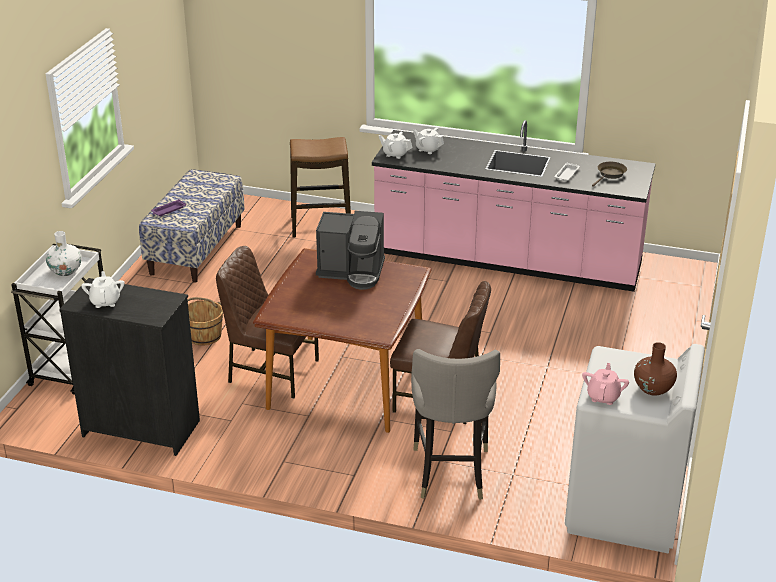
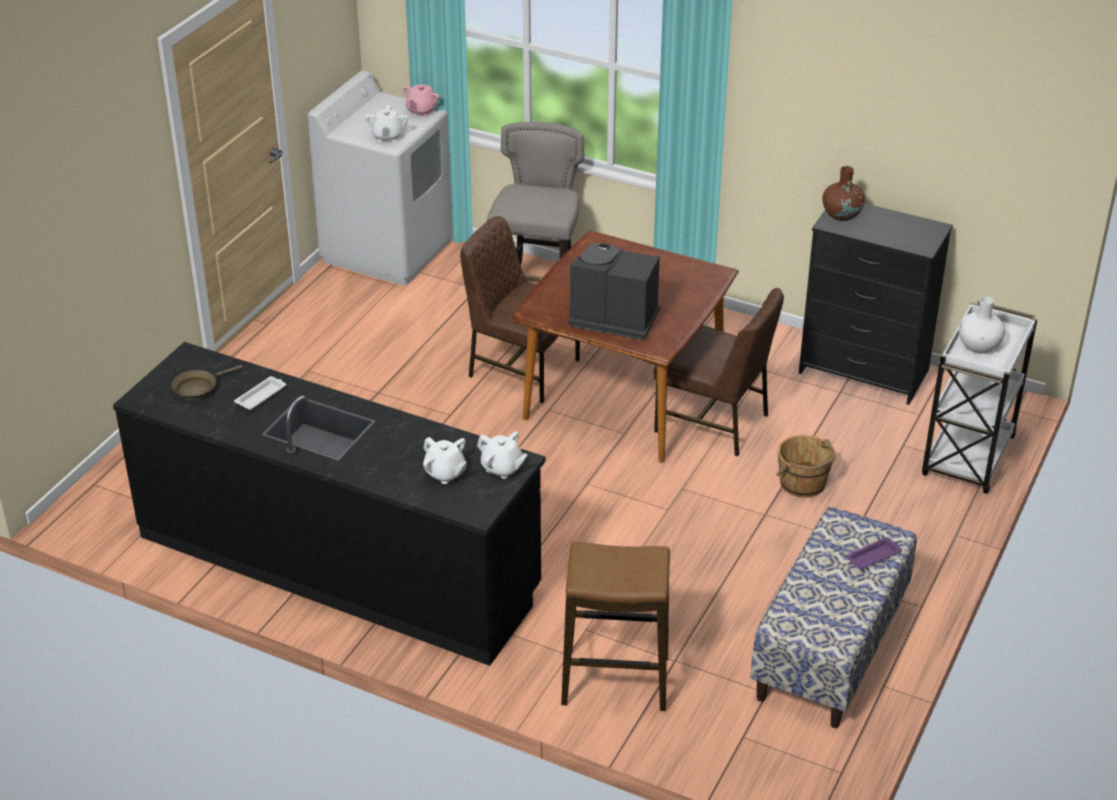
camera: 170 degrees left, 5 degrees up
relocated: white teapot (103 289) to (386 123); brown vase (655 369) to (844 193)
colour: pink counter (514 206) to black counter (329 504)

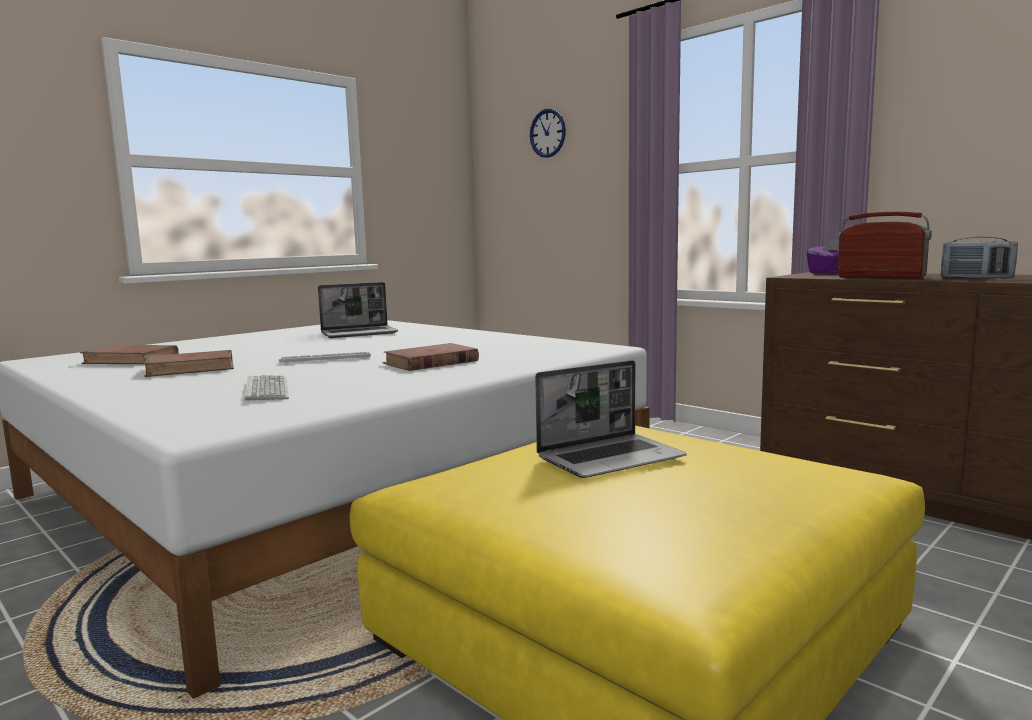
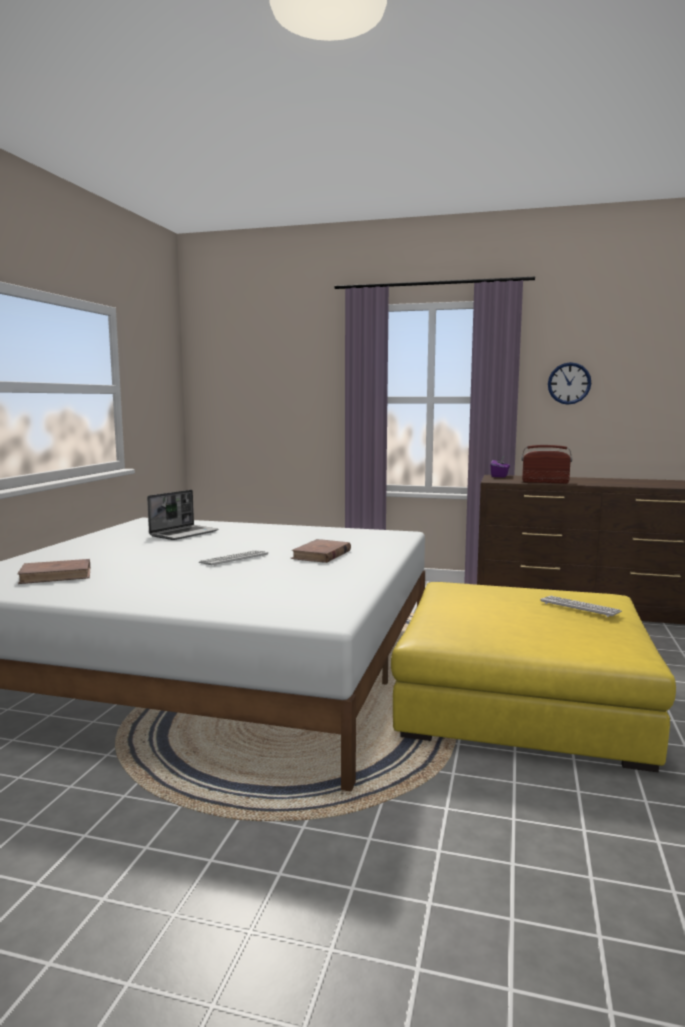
camera: 30 degrees left, 0 degrees up
missing: brown book (188 363); laptop (611 419); radio (979 258)
relocated: keyboard (267 388) to (581 606); wall clock (548 133) to (569 383)

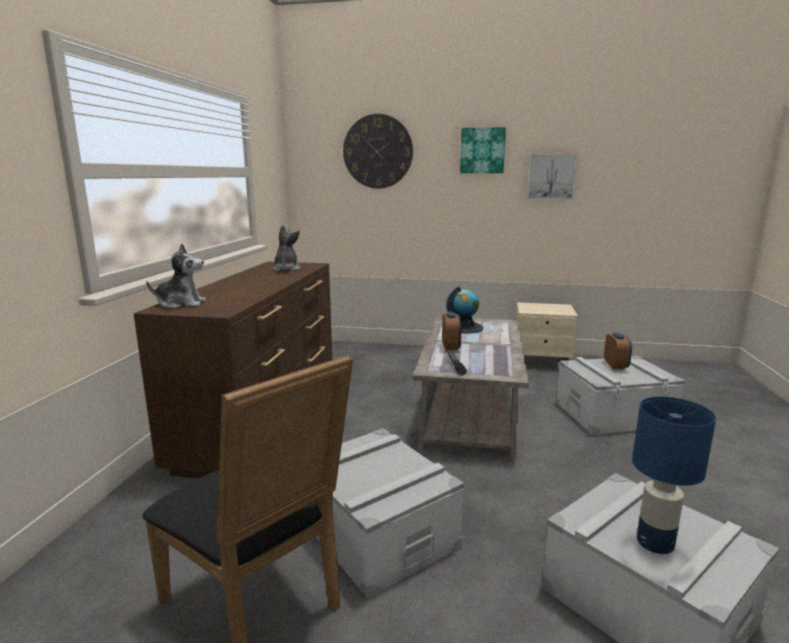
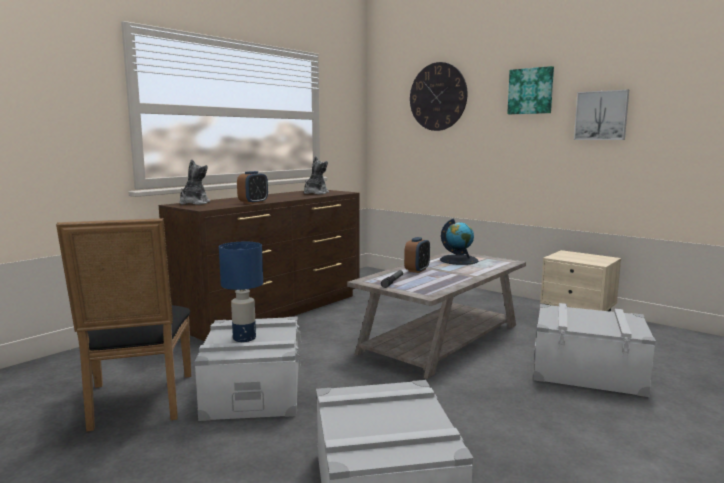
camera: 30 degrees right, 5 degrees down
relocated: alarm clock (618 350) to (252 187); blue table lamp (674 475) to (241 292)
spun: plush toy (176 276) = (195 182) 105 degrees counterclockwise

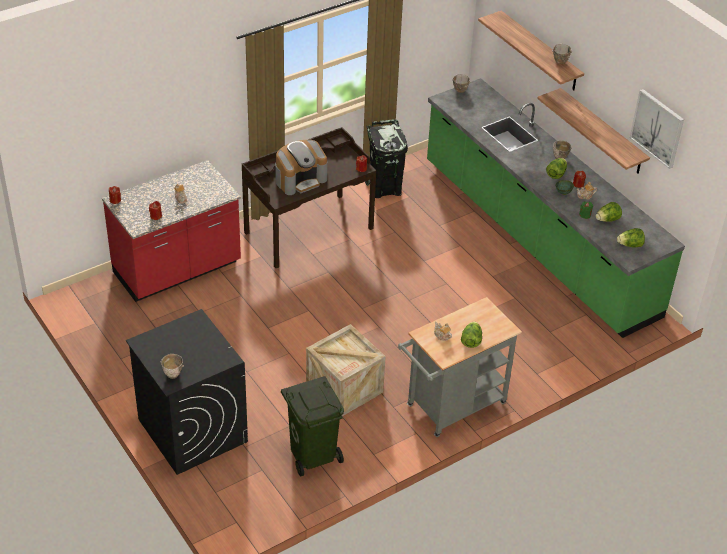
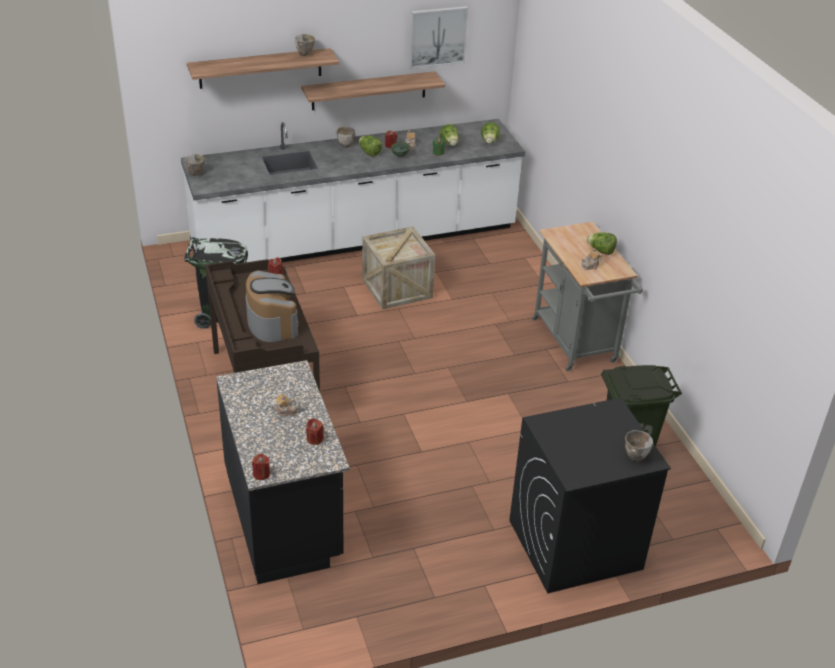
camera: 75 degrees left, 5 degrees down
relocated: crate (346 370) to (398 268)
colour: red counter (171 231) to black counter (283 472); green counter (556 208) to white counter (353 190)

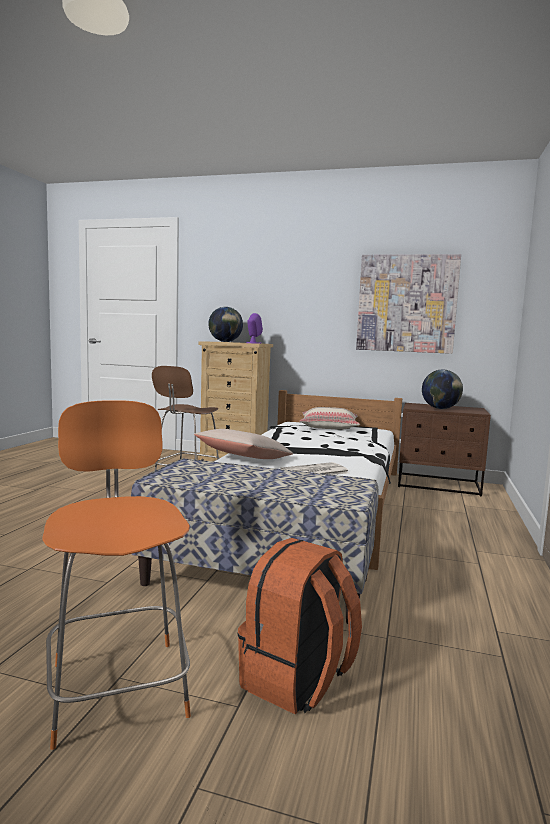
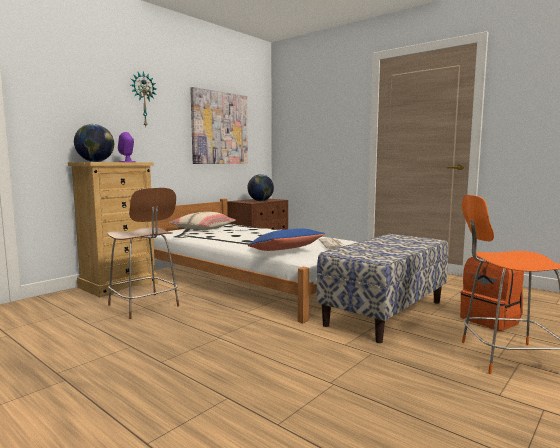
camera: 65 degrees left, 0 degrees up
appeared: wall clock (143 98)
colour: beige pillow (243 444) to blue pillow (286 239)

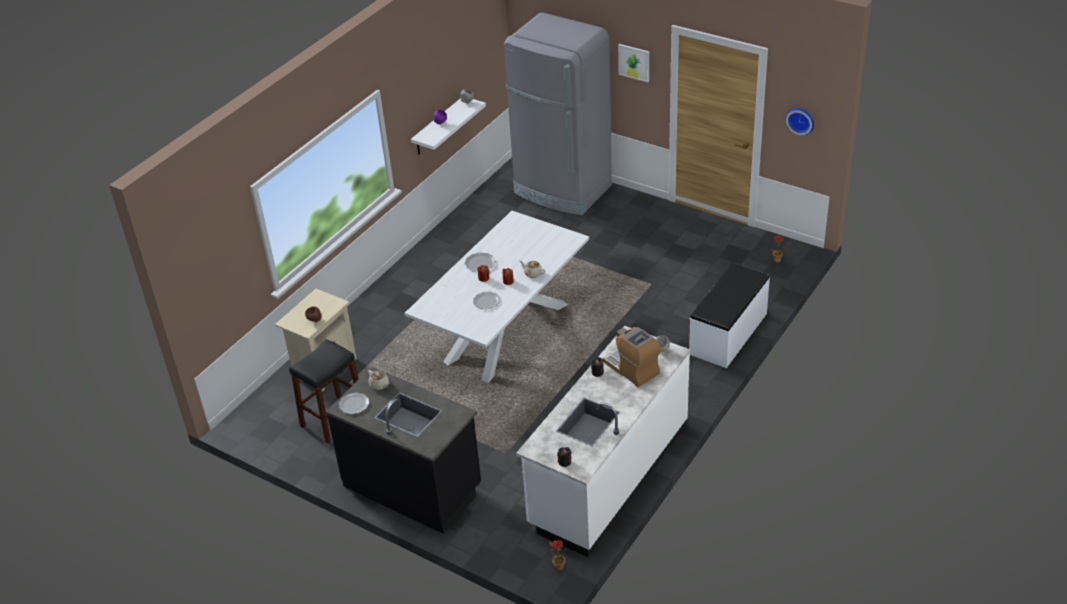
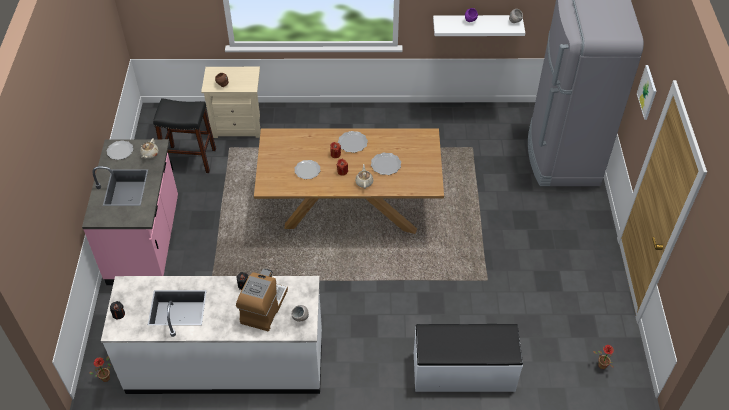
camera: 55 degrees right, 10 degrees up
missing: wall clock (800 121)
appeared: plate (386 163)
colour: black counter (403 450) to pink counter (130 212); white dining table (497 297) to brown dining table (349 181)

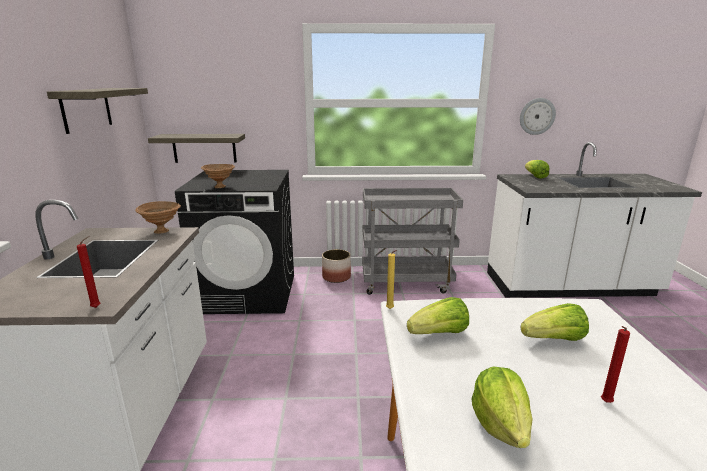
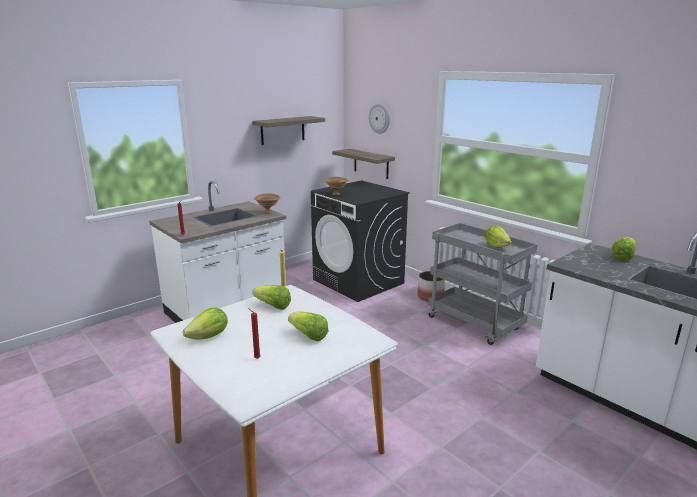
camera: 50 degrees right, 0 degrees up
appeared: lettuce (498 237)
relocated: wall clock (538 116) to (379 119)

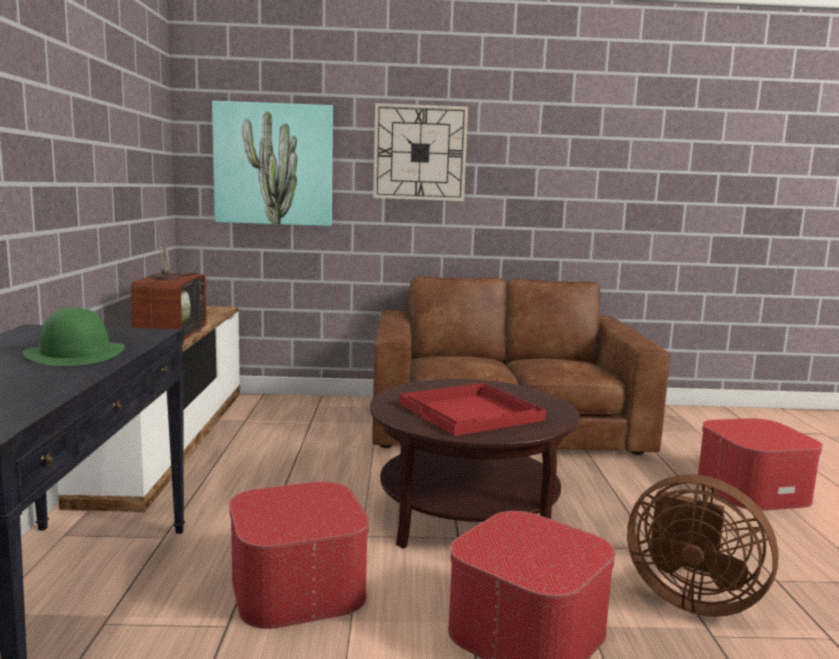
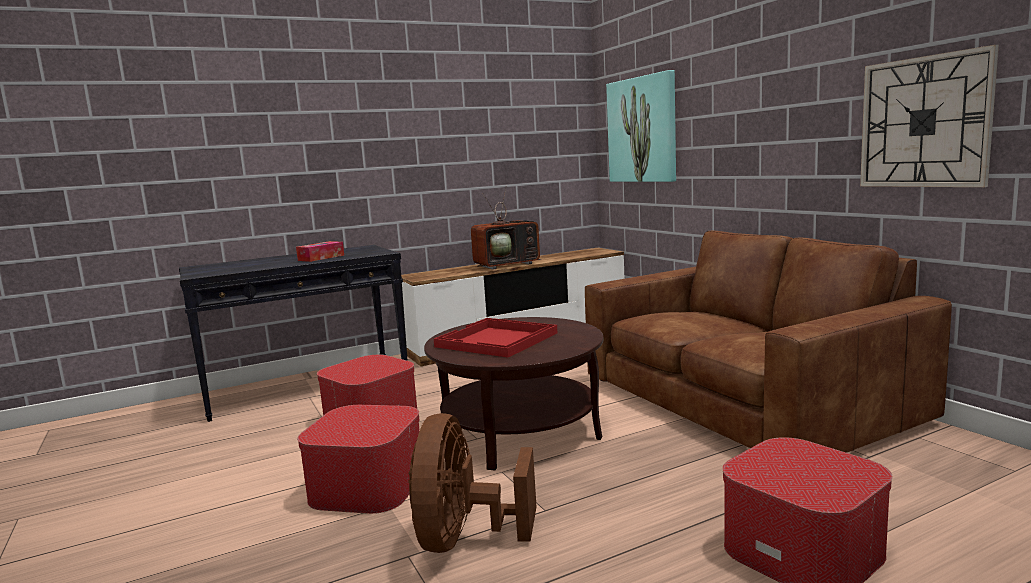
camera: 65 degrees right, 0 degrees up
relocated: wall clock (420 152) to (929 116)
exchanged: green hat (74 337) to tissue box (320 251)

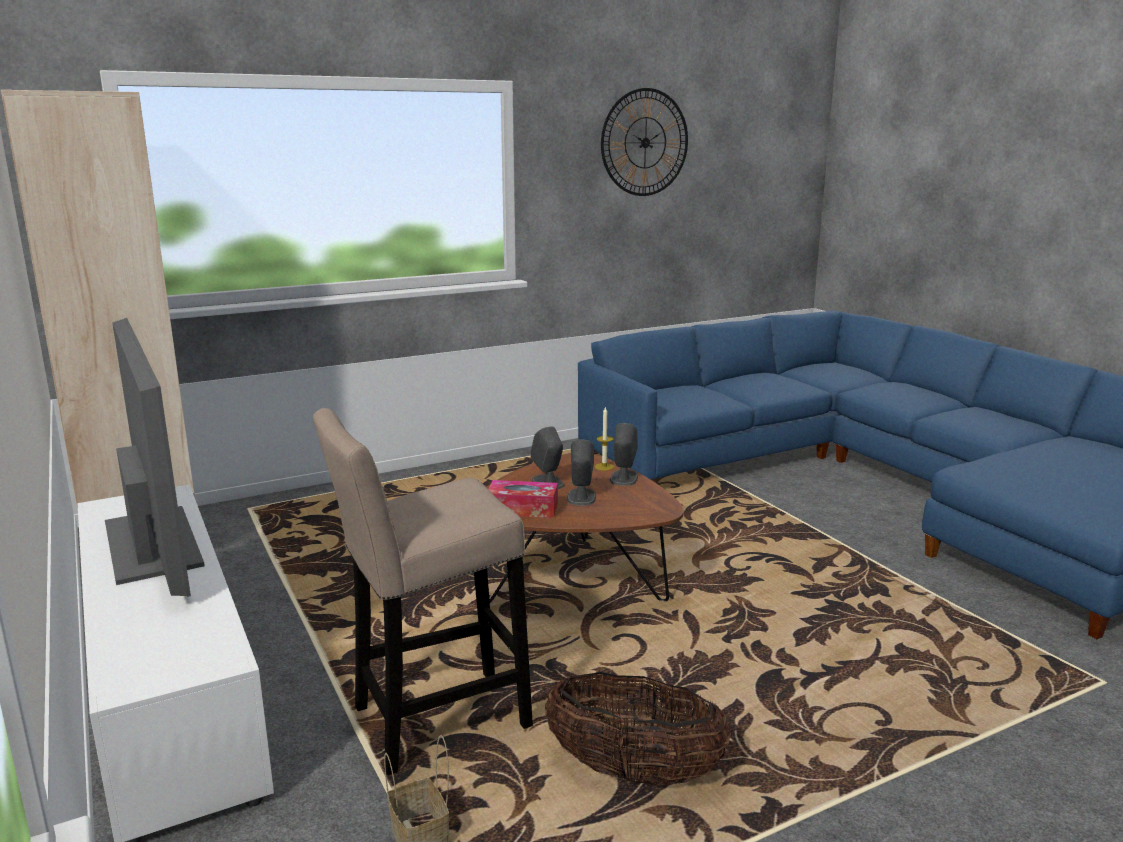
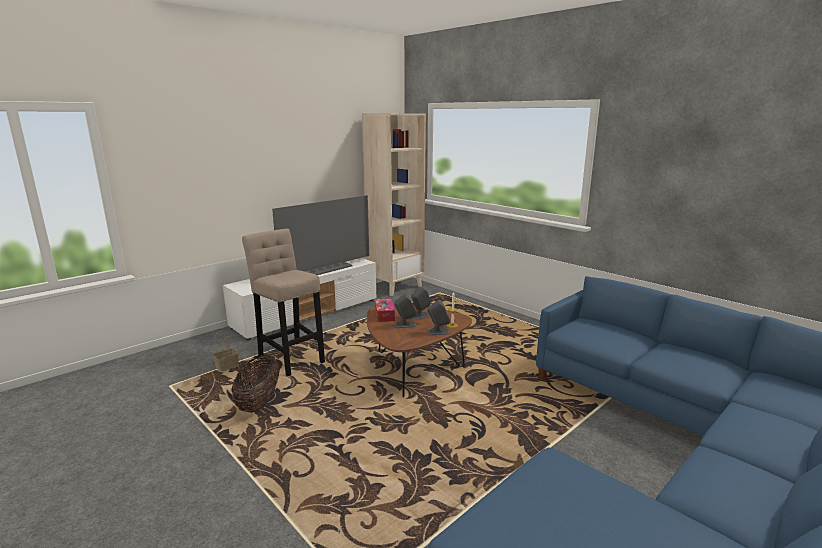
camera: 75 degrees right, 0 degrees up
missing: wall clock (644 142)

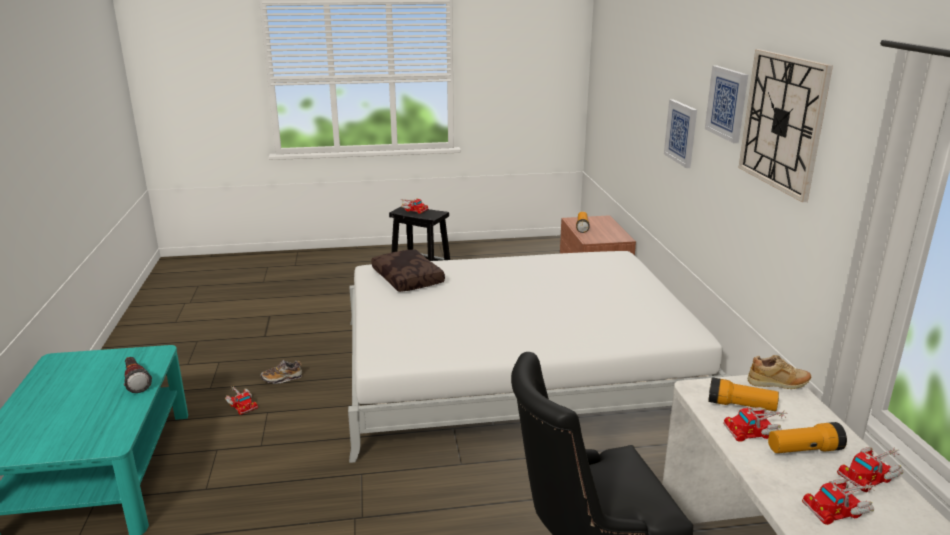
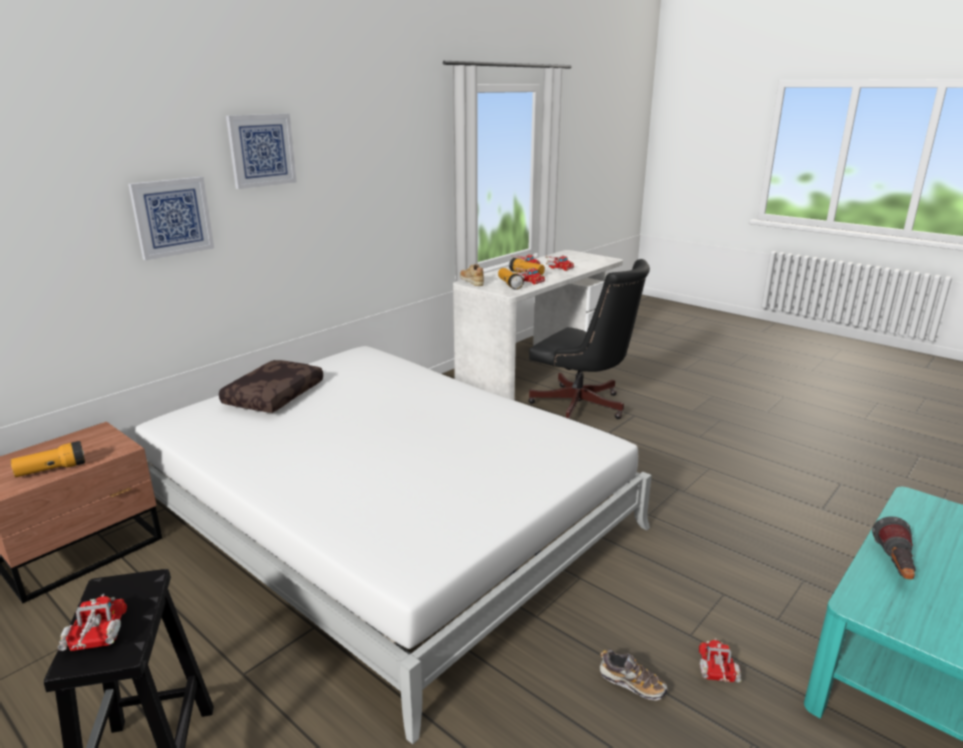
camera: 130 degrees left, 0 degrees up
missing: wall clock (785 125)
relocated: brown pillow (408 270) to (271 386)

